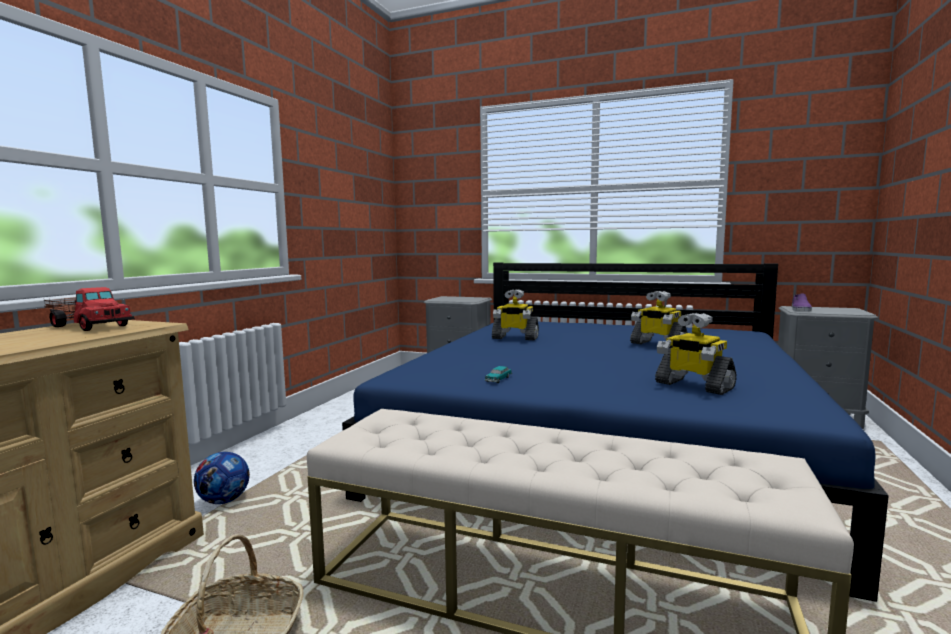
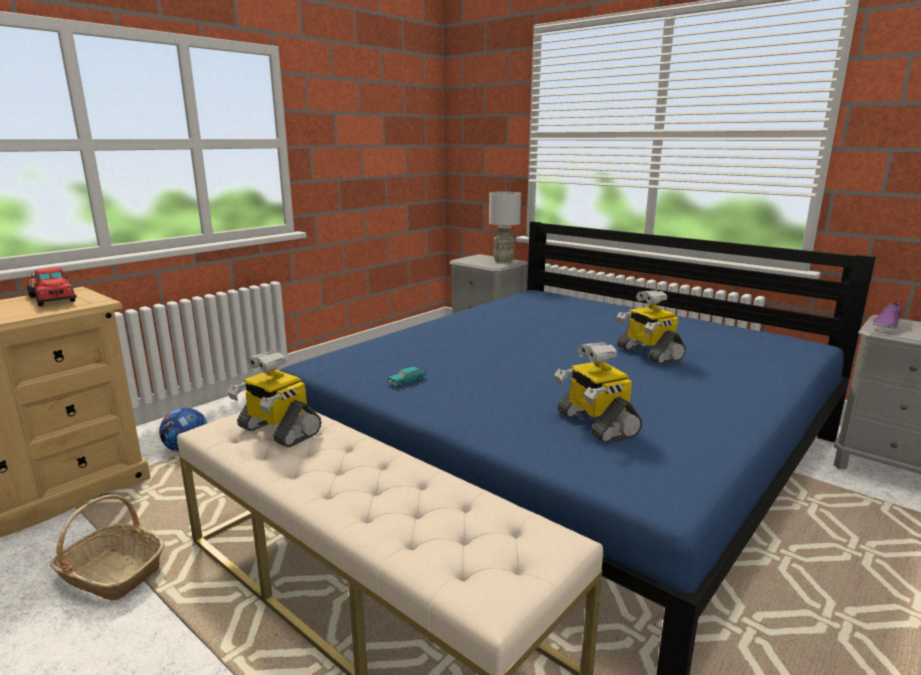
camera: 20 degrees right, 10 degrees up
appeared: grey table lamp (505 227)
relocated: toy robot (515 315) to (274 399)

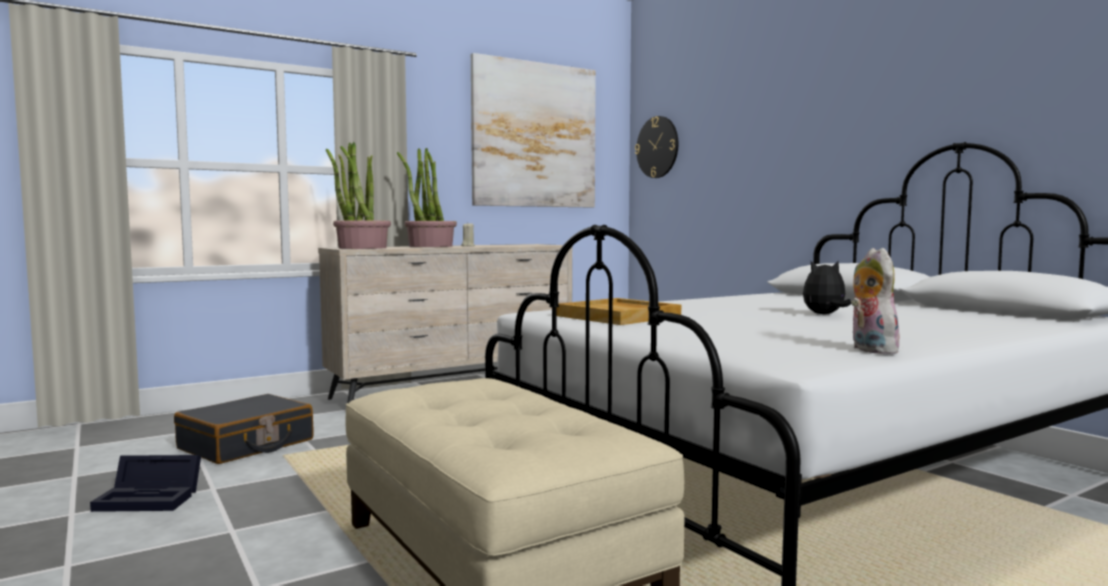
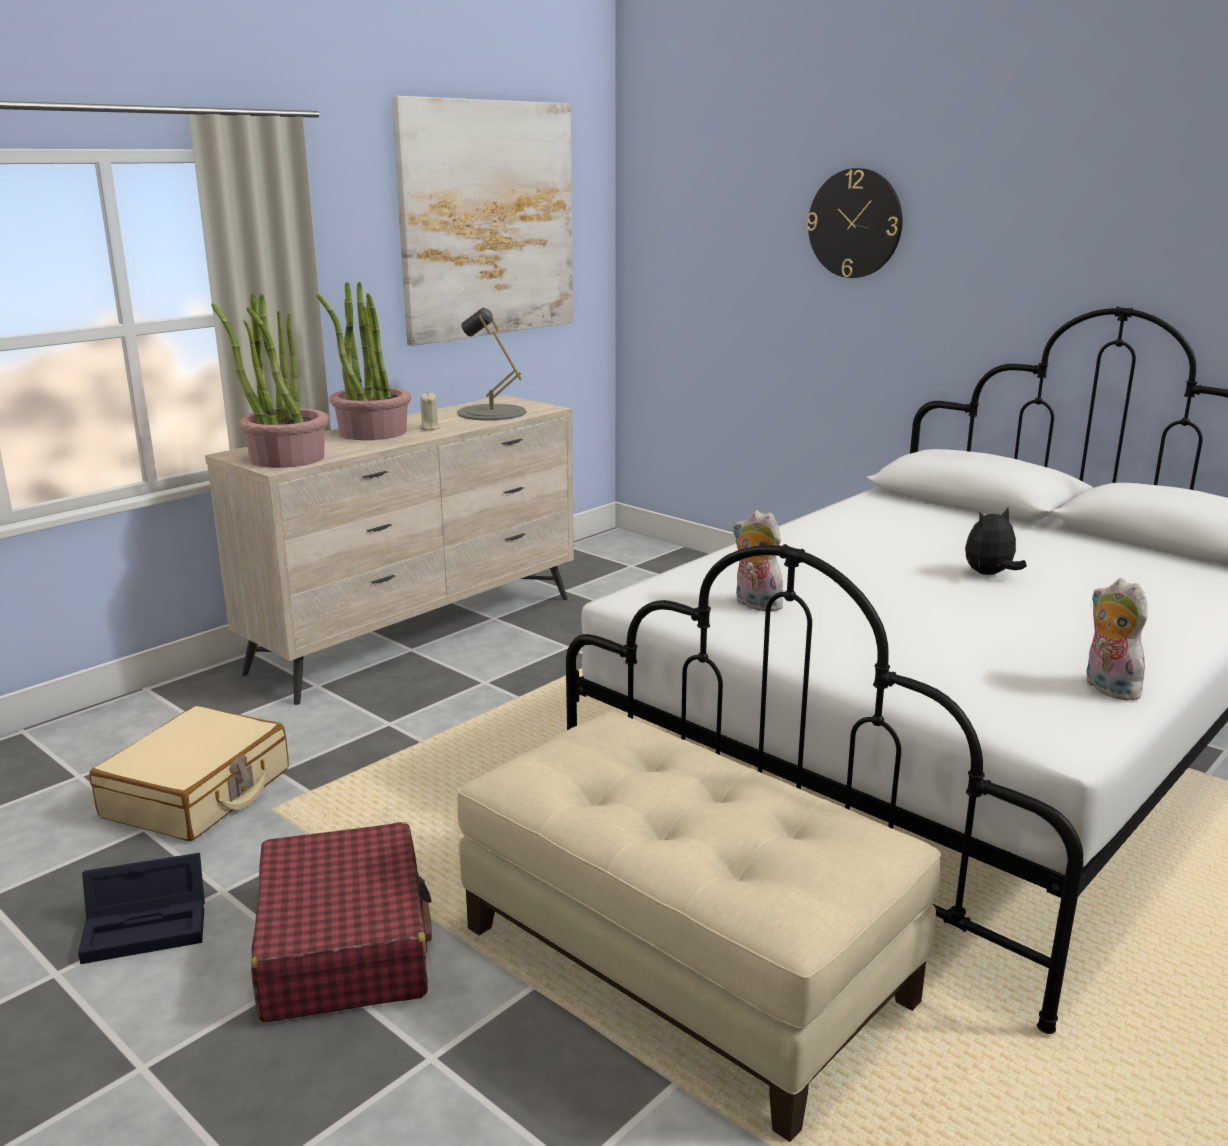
camera: 15 degrees left, 15 degrees up
appeared: red suitcase (341 922); grey table lamp (491 364)
relocated: wall clock (656 147) to (854 223)
exchanged: beige tray (619 311) to plush toy (757 561)
colour: black suitcase (244 429) to beige suitcase (189 773)

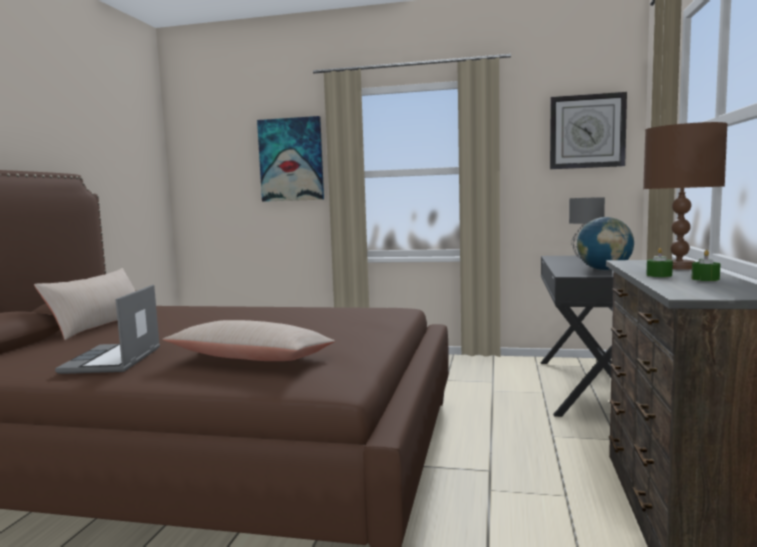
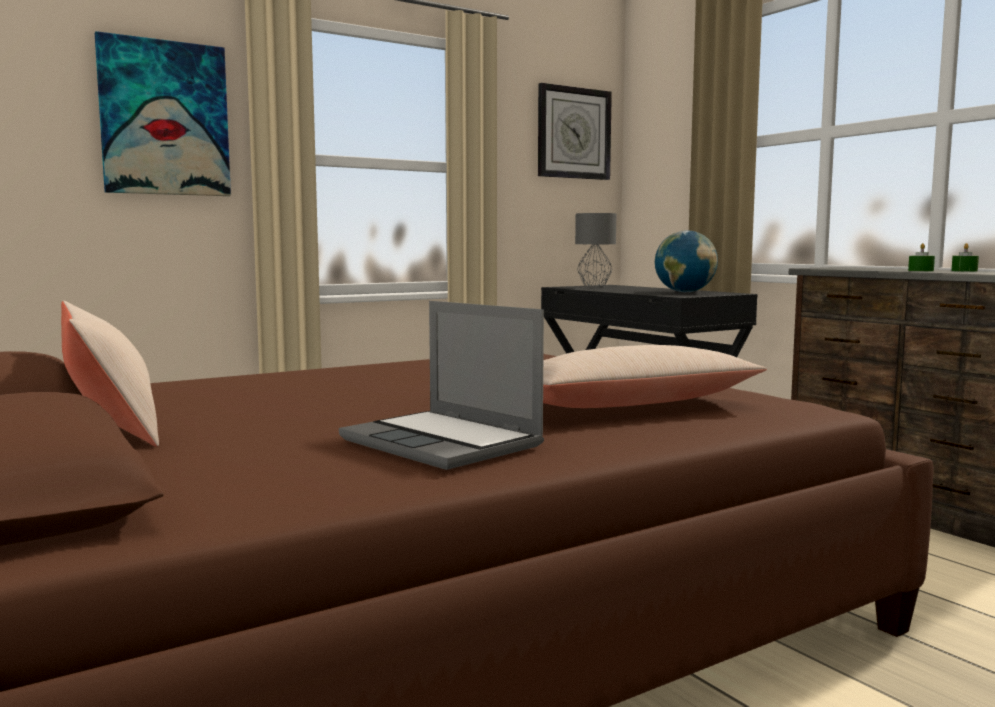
camera: 45 degrees left, 0 degrees up
missing: brown table lamp (685 196)

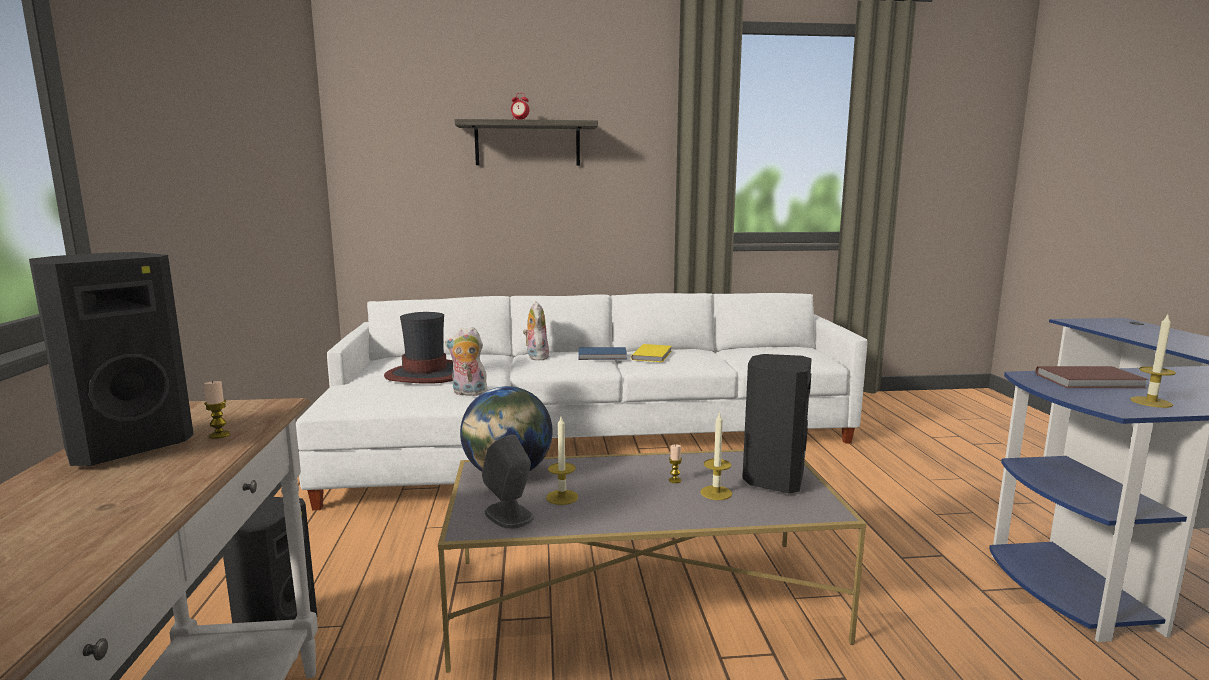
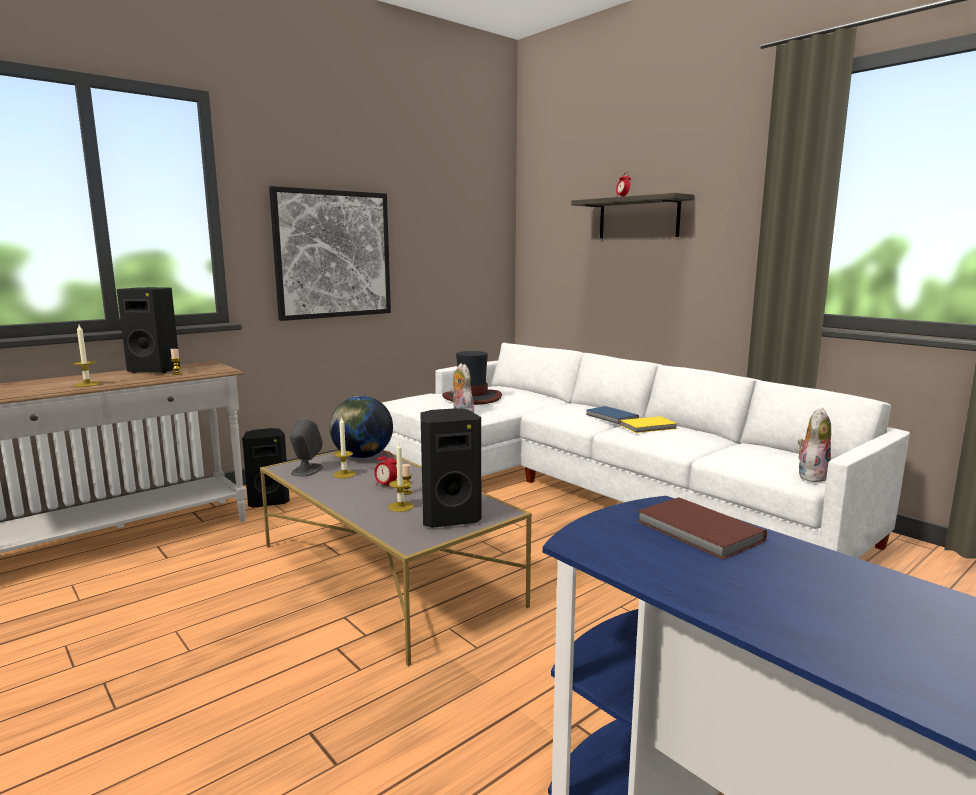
camera: 55 degrees right, 0 degrees up
appeared: picture (330 253); alarm clock (385 470)
relocated: plush toy (536 330) to (814 445); candle (1153 361) to (86 356)

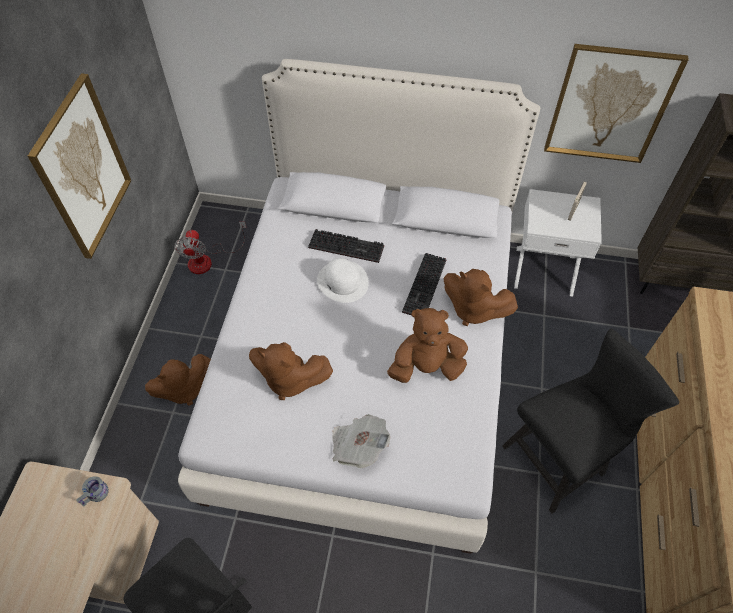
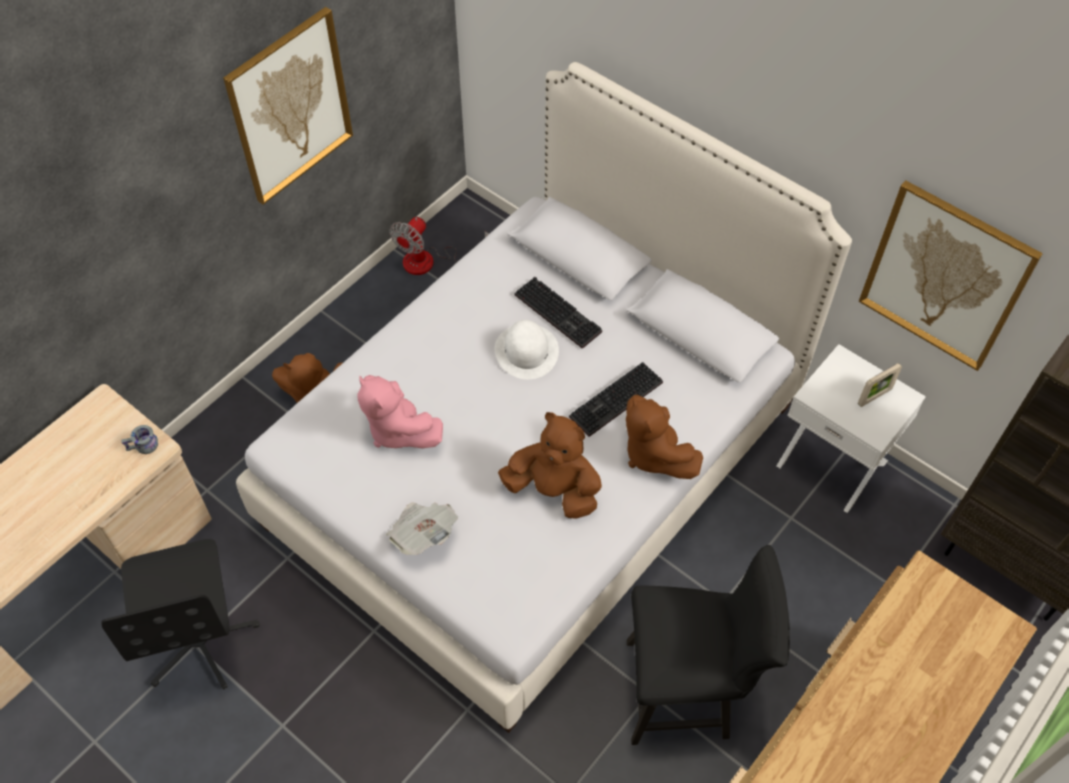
camera: 30 degrees right, 0 degrees up
colour: brown plush toy (291 371) to pink plush toy (400 411)

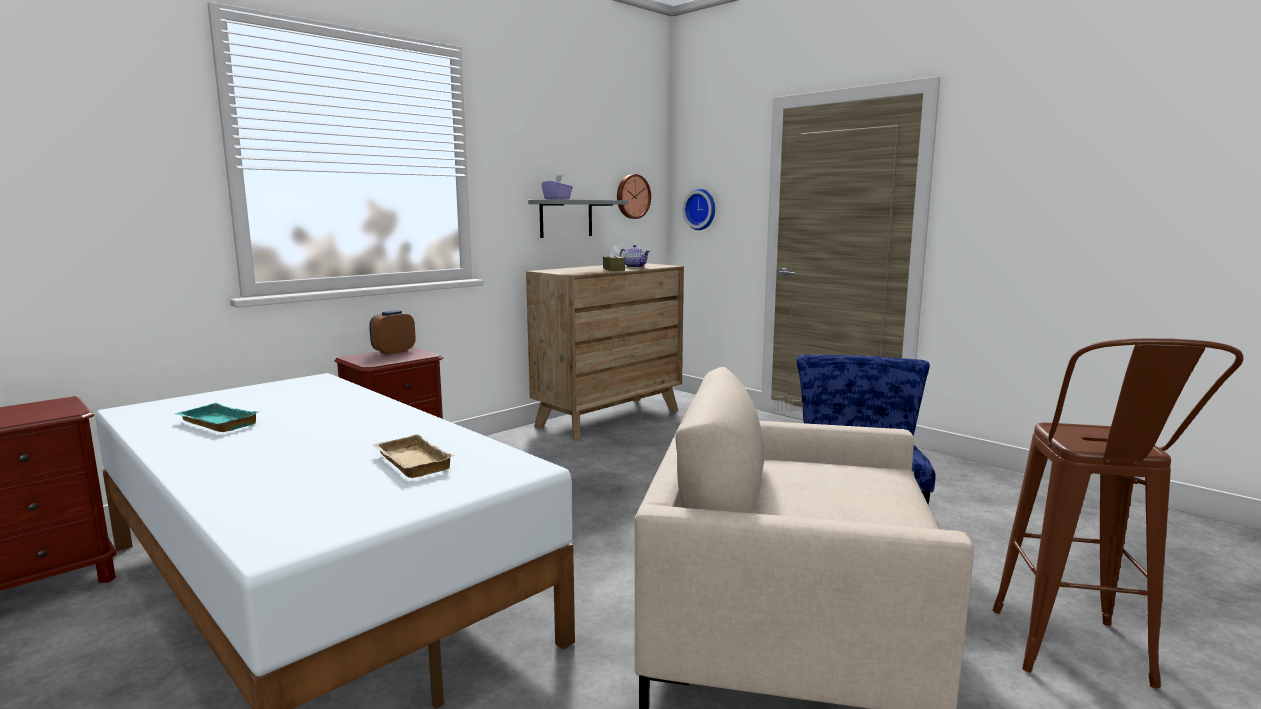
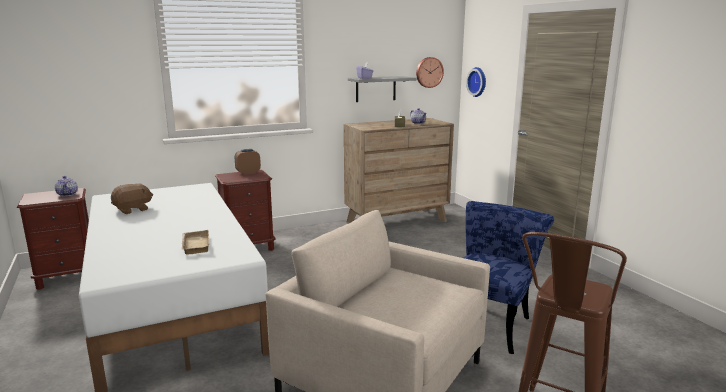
camera: 20 degrees right, 5 degrees up
appeared: teapot (66 186)
exchanged: turquoise tray (217 417) to brown plush toy (132 198)

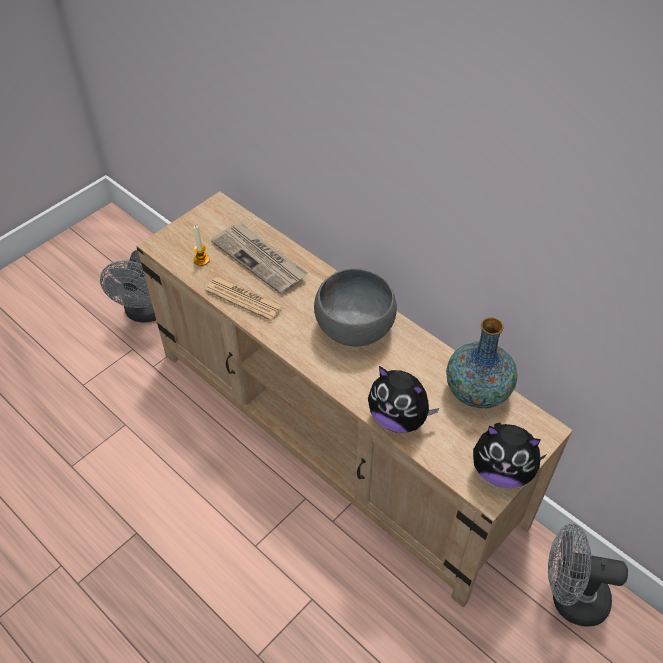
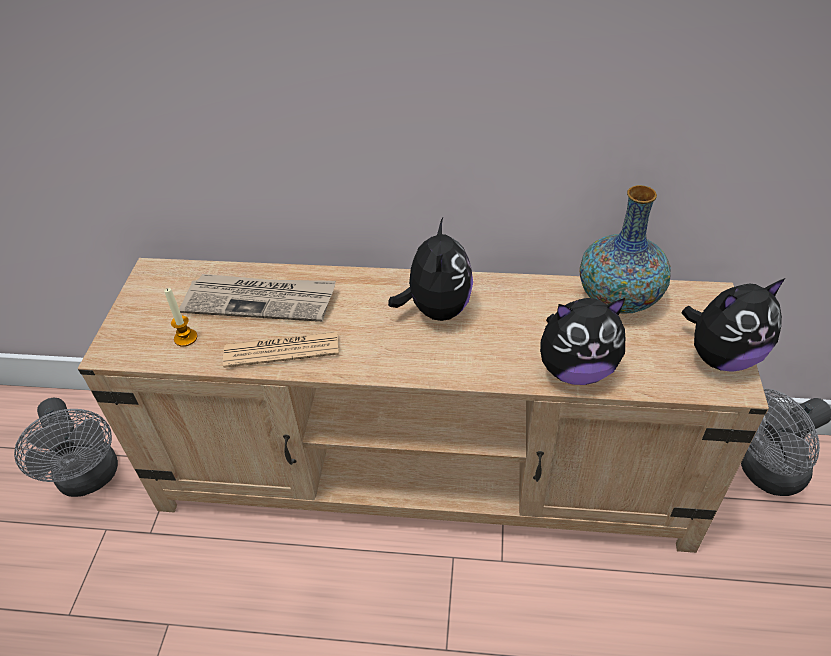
camera: 35 degrees left, 5 degrees down
exchanged: grey bowl (355 307) to plush toy (430 269)

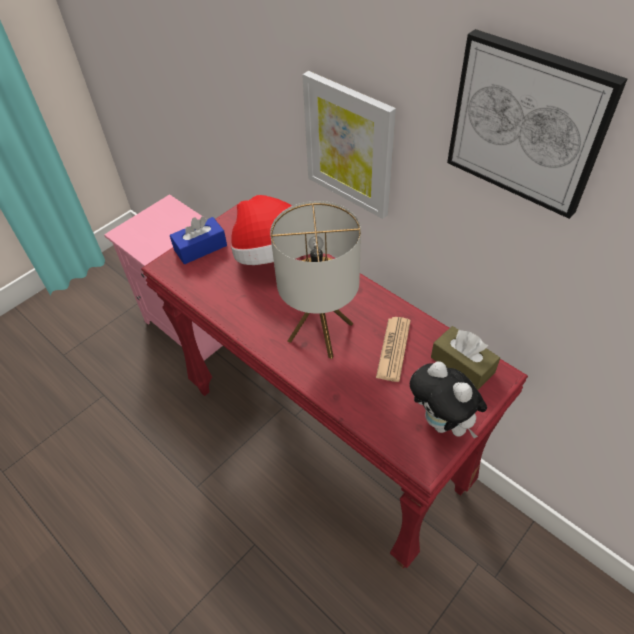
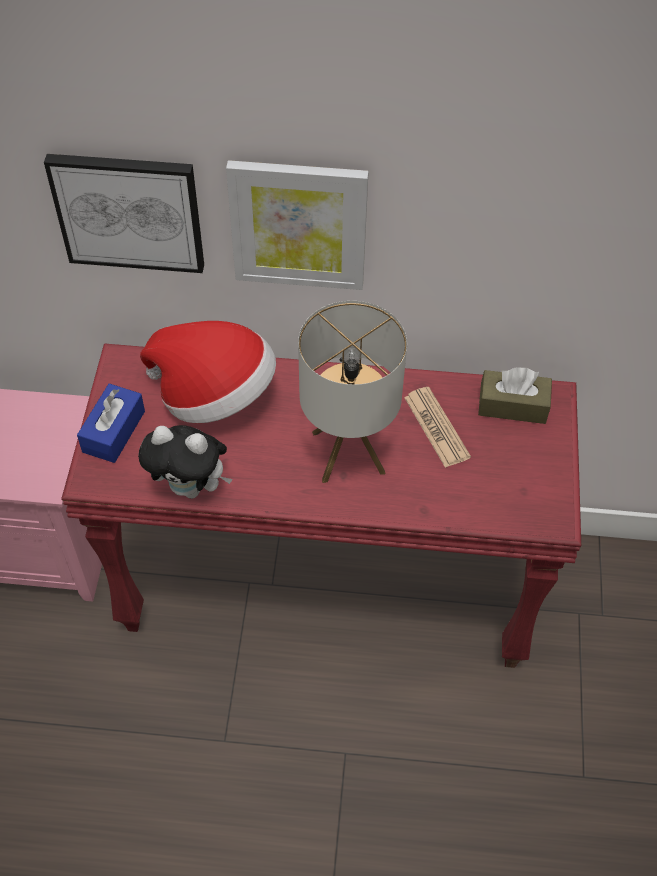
camera: 40 degrees left, 5 degrees up
relocated: plush toy (448 399) to (185 462); picture (537 124) to (124 213)

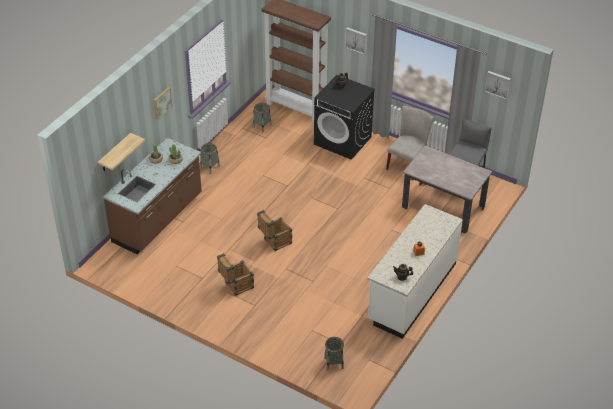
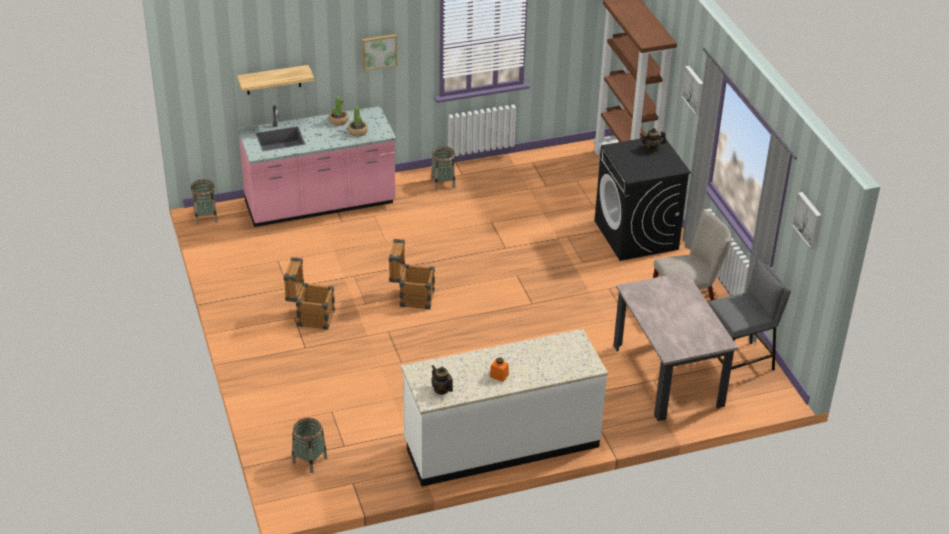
camera: 40 degrees right, 5 degrees down
relocated: basket (262 117) to (204 202)
colour: brown counter (152 196) to pink counter (316 166)

